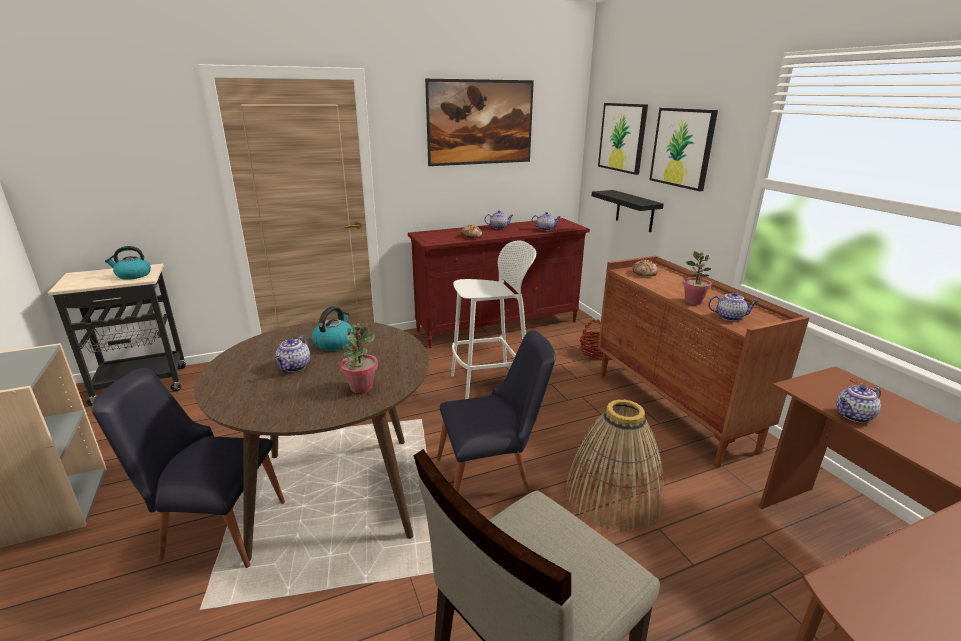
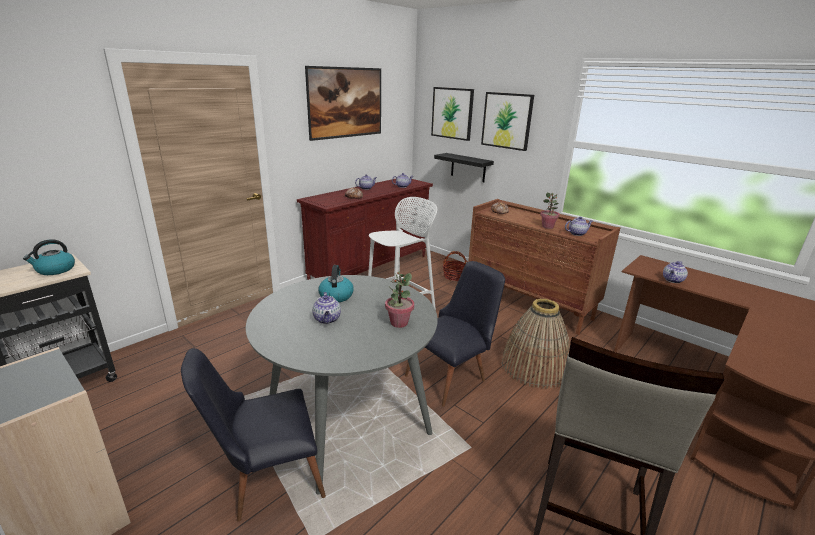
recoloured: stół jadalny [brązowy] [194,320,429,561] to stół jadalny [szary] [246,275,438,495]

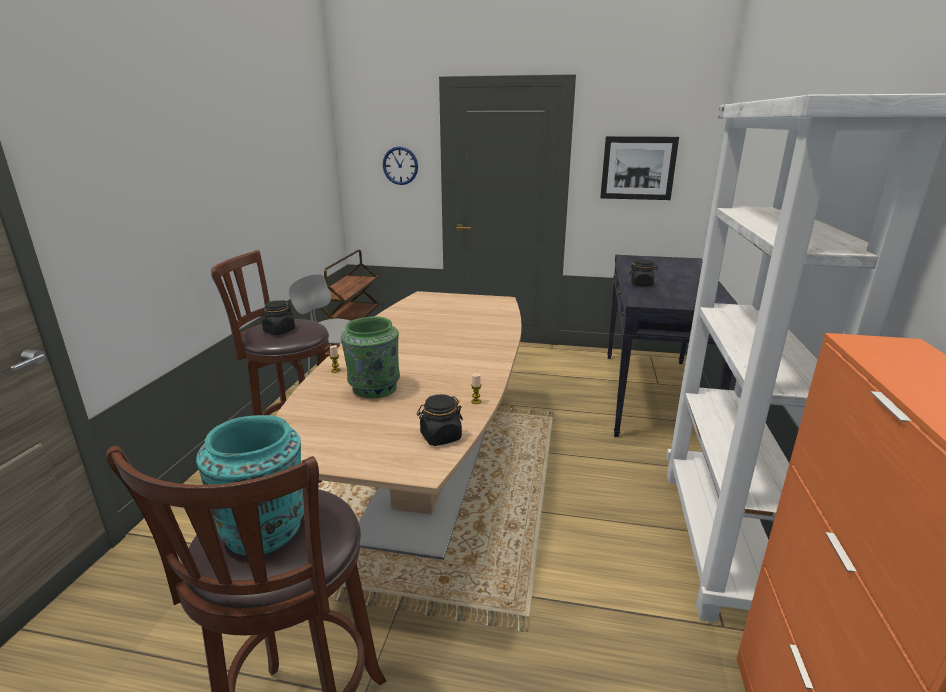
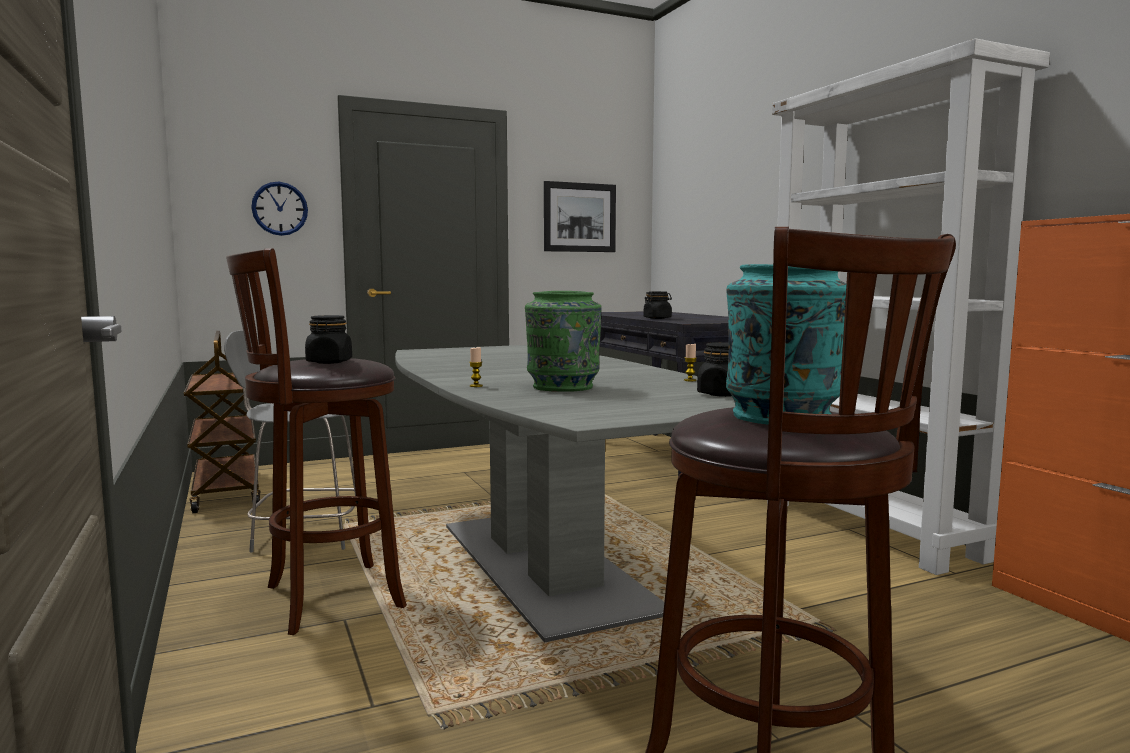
recoloured: stół jadalny [brązowy] [275,291,522,560] to stół jadalny [szary] [395,345,735,643]

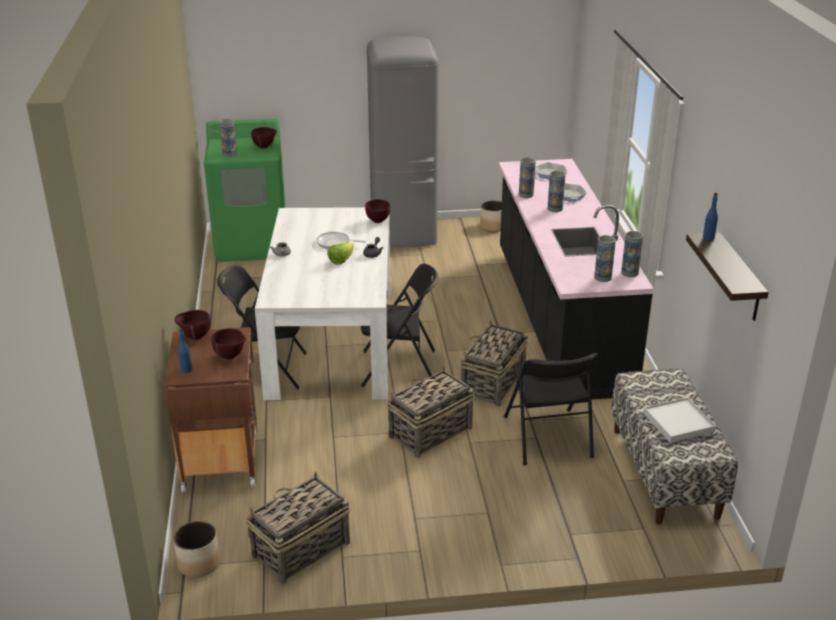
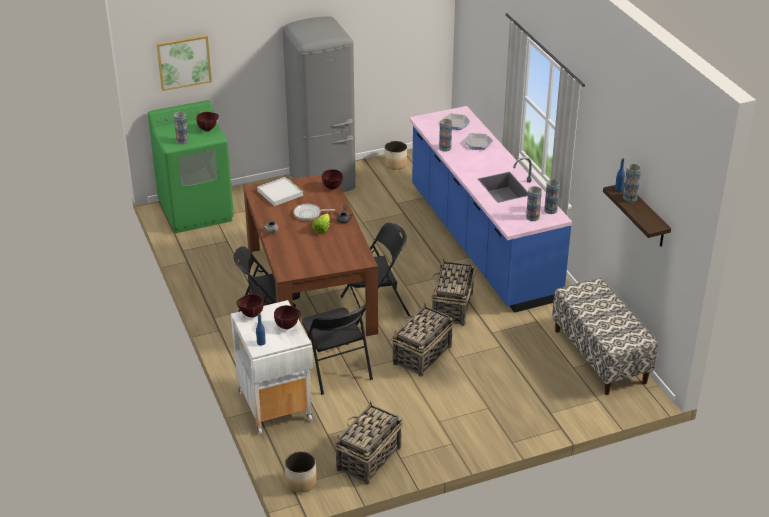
added: obraz [156,35,212,91]
moved: krzesło [czarny] [504,353,598,465] to [302,304,373,395]; wazon [547,171,566,212] to [623,164,641,202]; taca [biały] [643,397,716,443] to [257,177,303,206]
recoloured: wózek [brązowy] [164,327,257,493] to wózek [biały] [231,300,313,434]; stół jadalny [biały] [255,207,390,400] to stół jadalny [brązowy] [243,174,378,336]; zabudowa kuchenna [czarny] [499,159,654,400] to zabudowa kuchenna [niebieski] [409,106,572,313]

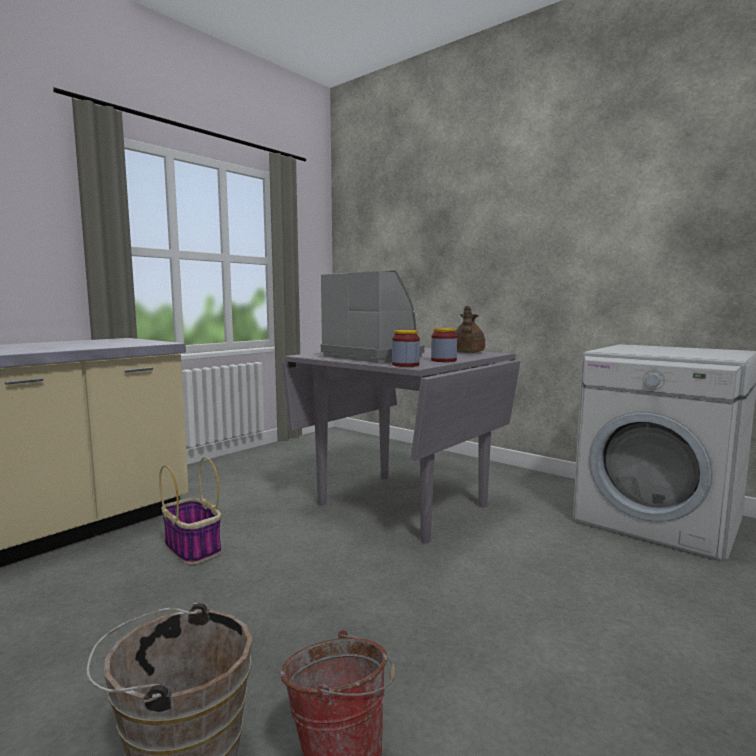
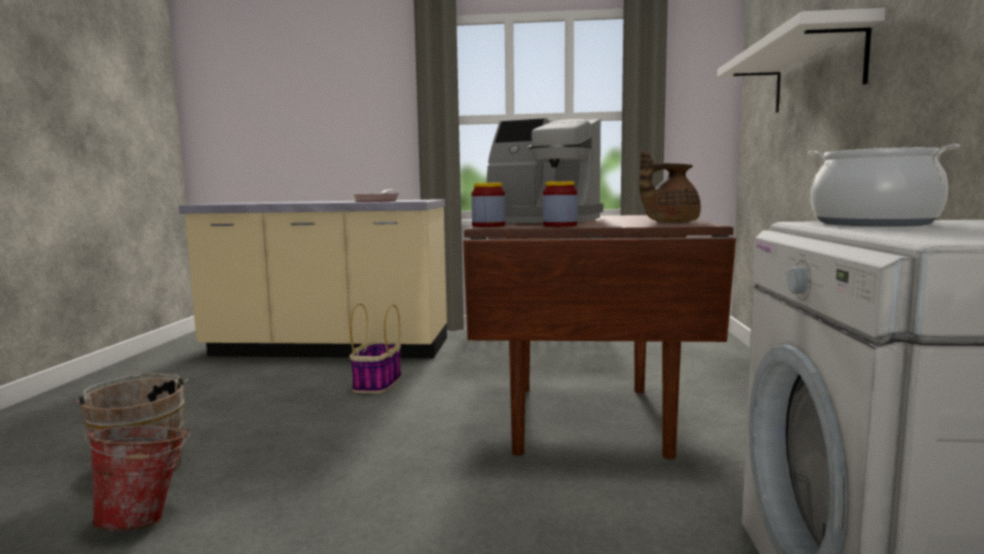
added: patelnia [352,189,399,202]; półka [biały] [717,8,886,113]; garnek [808,144,960,227]
recoloured: stół jadalny [szary] [282,348,520,543] to stół jadalny [brązowy] [463,215,736,459]
turned: ekspres do kawy [321,271,424,363] = [487,118,603,223] 105 degrees clockwise

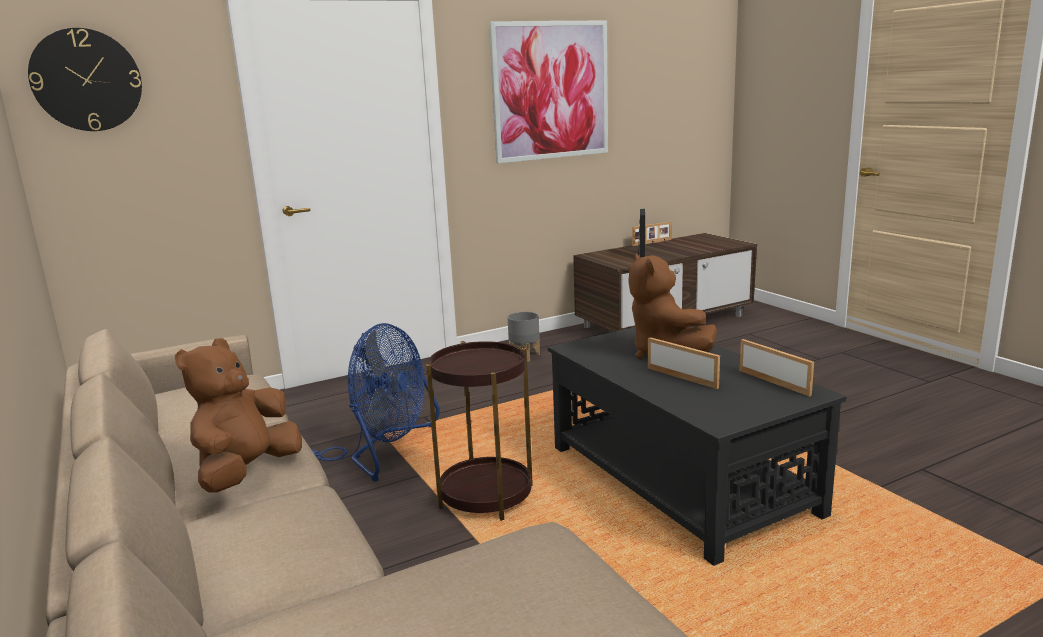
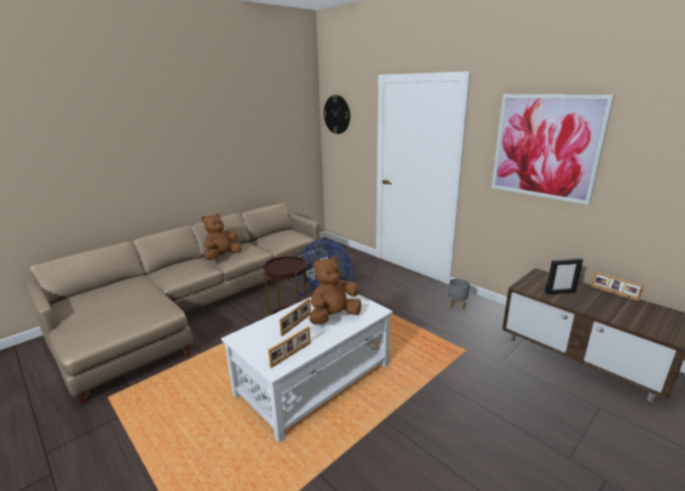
recoloured: ława [czarny] [548,327,847,566] to ława [biały] [221,292,393,443]
turned: pluszak [brązowy] [175,338,302,493] = [202,214,241,260] 60 degrees counterclockwise

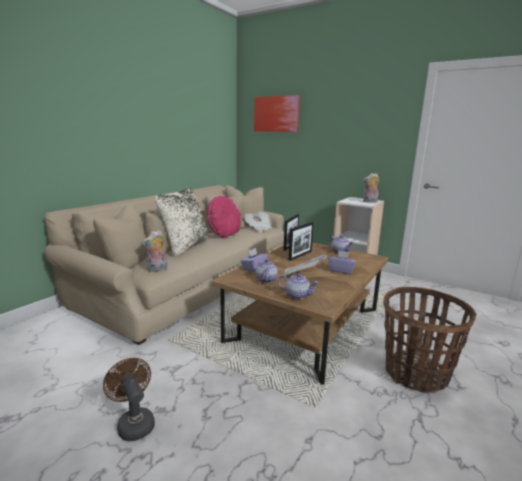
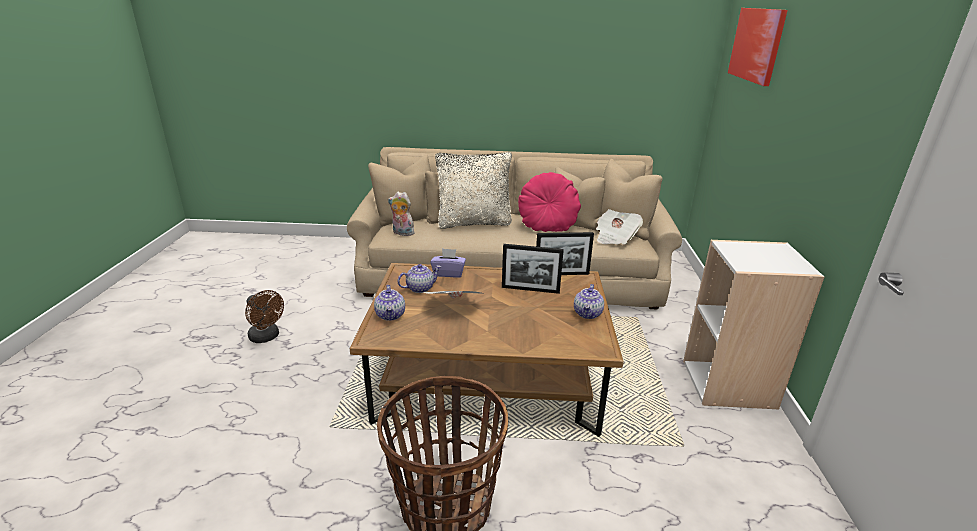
removed: pudełko chusteczek [fioletowy] [328,250,356,274]; pluszak [363,173,379,203]
turned: wentylator [brązowy] [103,358,155,441] = [245,290,284,343] 105 degrees clockwise

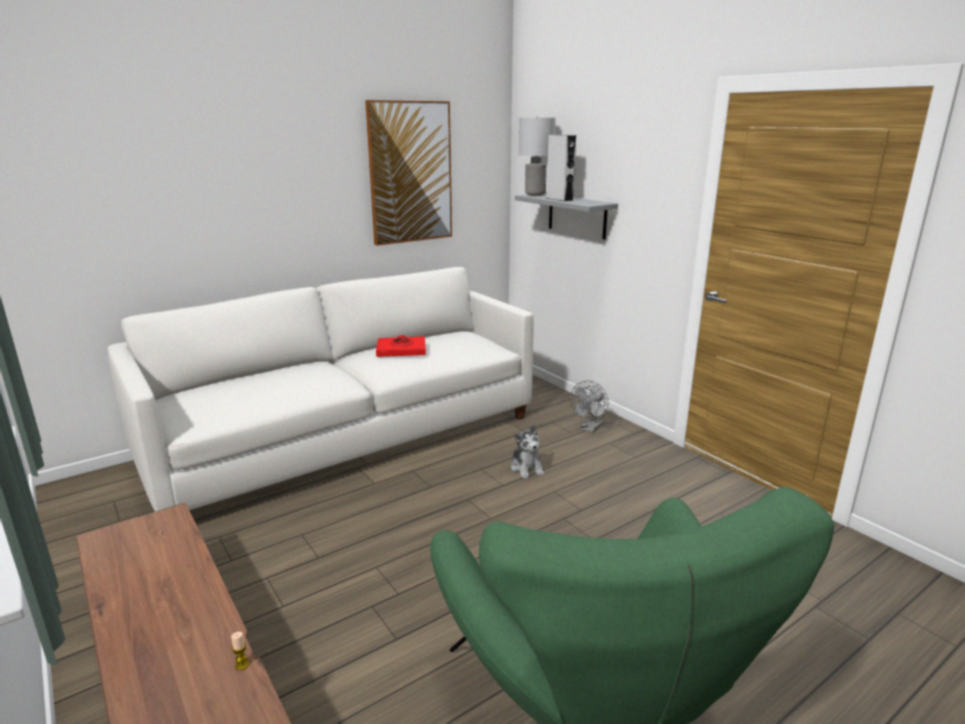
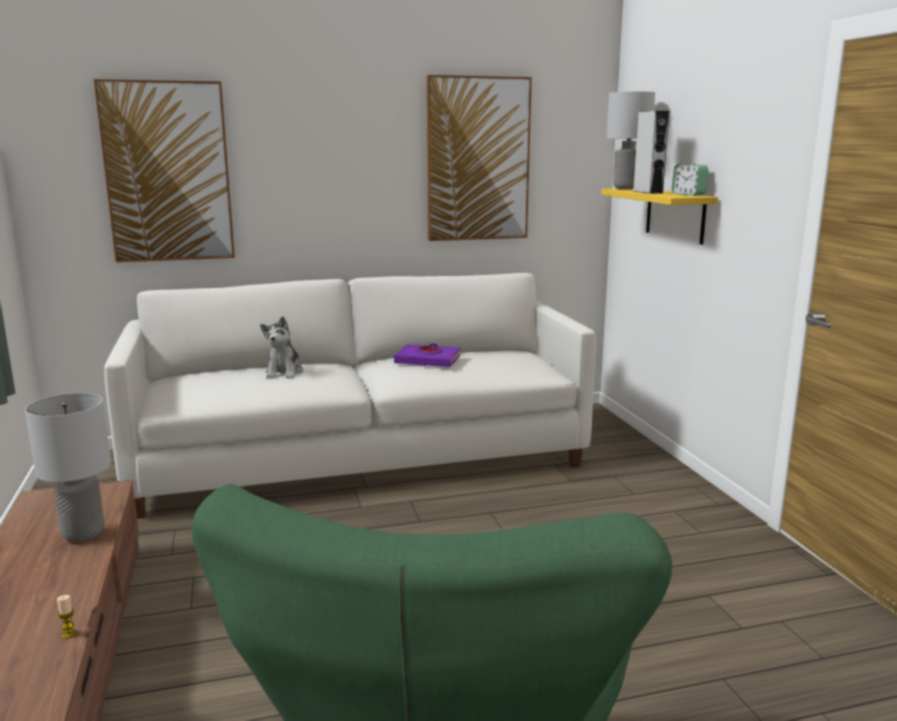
removed: wentylator [szary] [570,381,609,433]
added: lampa stołowa [szary] [25,393,111,542]; obraz [94,79,235,262]; budzik [672,164,709,196]
moved: pluszak [511,425,544,479] to [260,316,303,379]
recoloured: książka [czerwony] [376,335,426,357] to książka [fioletowy] [394,343,460,367]; półka [szary] [515,194,618,240] to półka [żółty] [601,188,718,245]

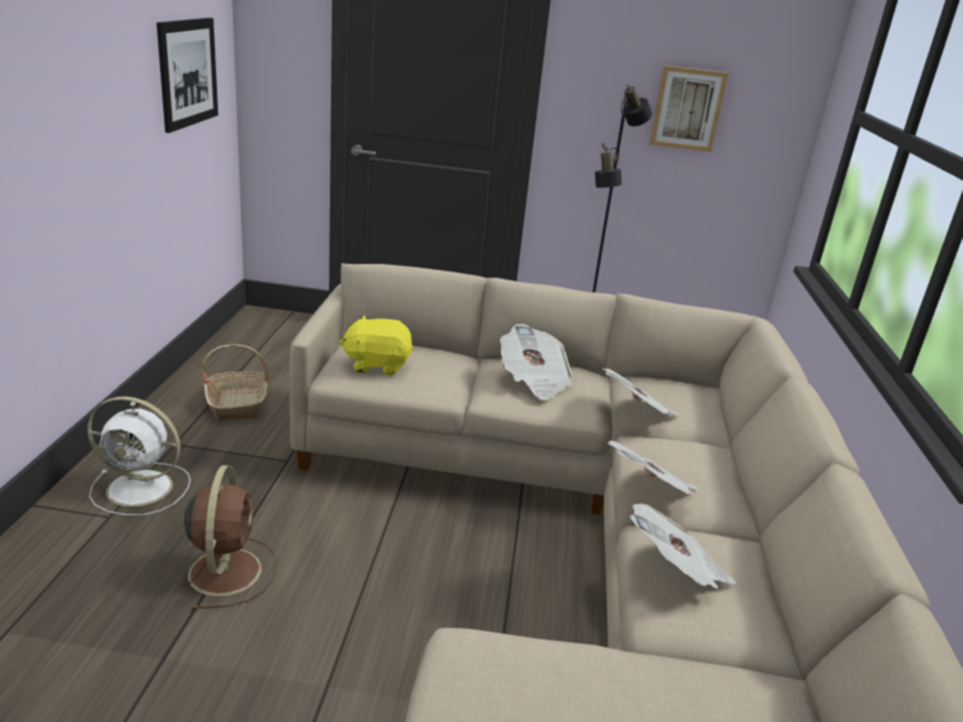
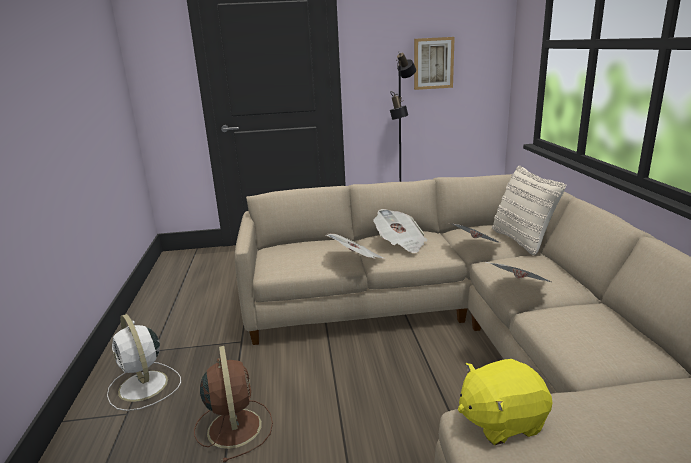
removed: obraz [157,18,218,133]; koszyk [201,344,269,419]
added: poduszka [beżowy] [492,166,566,255]
moved: pluszak [żółty] [339,315,414,375] to [458,359,552,445]; gazeta [629,504,736,589] to [326,234,385,259]
turned: wentylator [biały] [87,396,191,516] = [107,314,181,411] 60 degrees clockwise

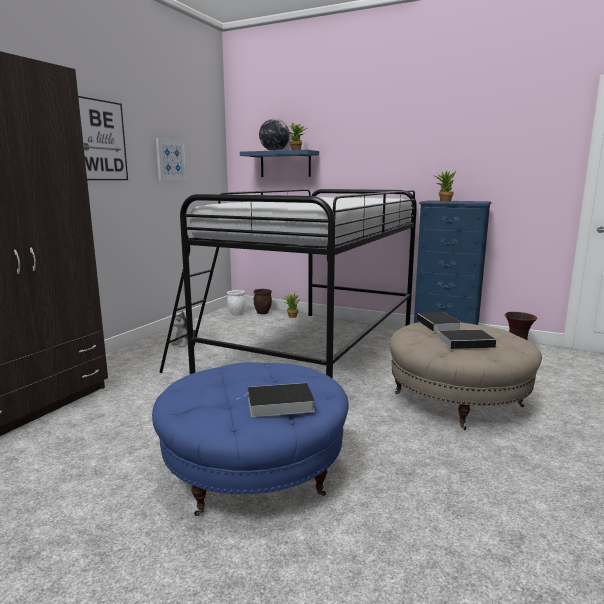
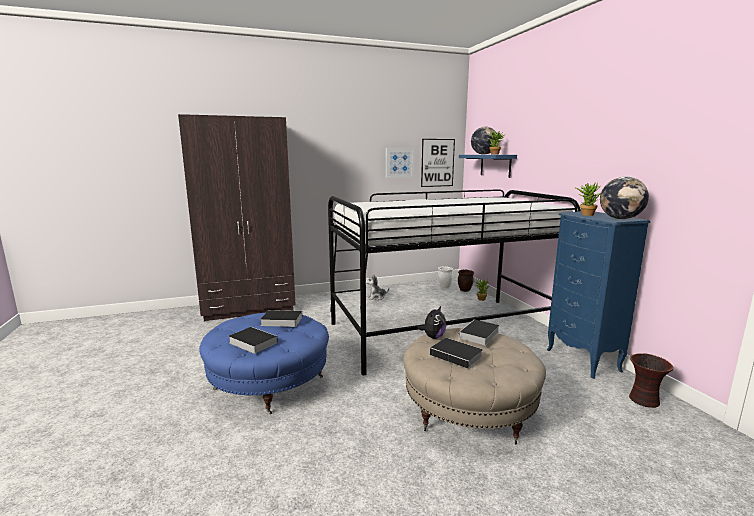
added: książka [260,310,302,327]; pluszak [417,306,446,339]; globus [600,177,649,219]
moved: obraz [78,96,128,180] to [421,139,455,187]

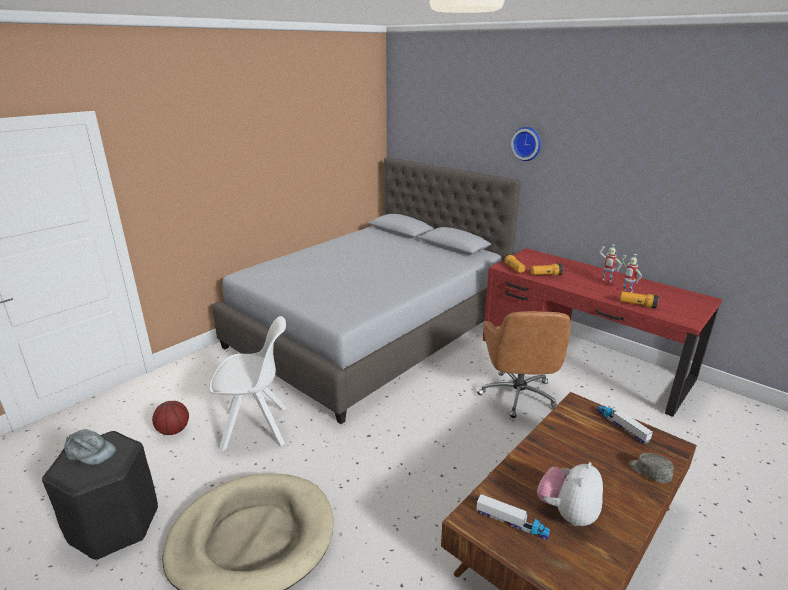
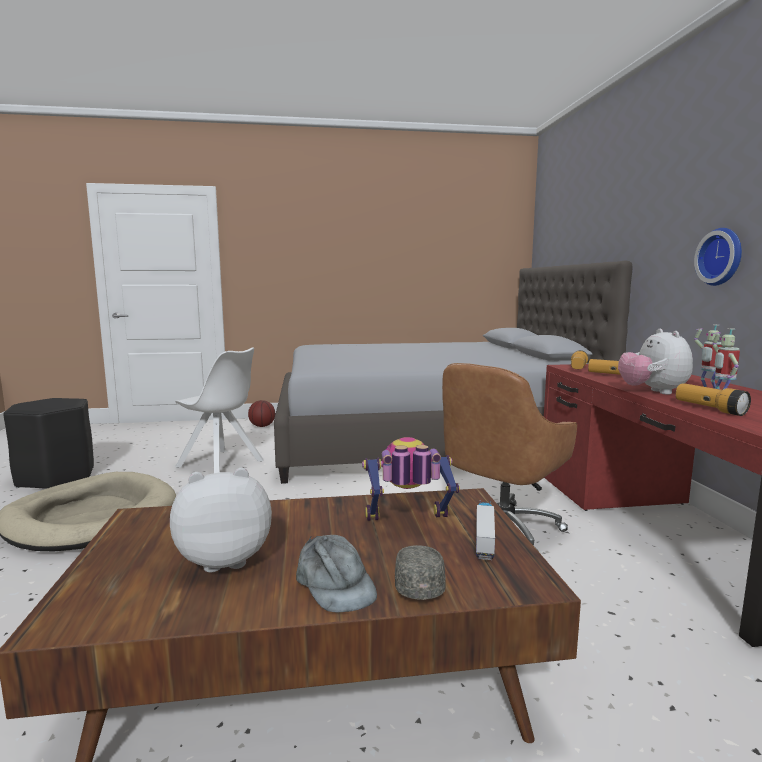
removed: ciężarówka zabawkowa [476,494,550,540]
added: robot zabawkowy [362,437,460,521]; pluszak [618,329,693,395]
moved: czapka z daszkiem [szary] [64,429,116,465] to [296,535,377,612]; piłka do koszykówki [152,401,189,435] to [248,400,275,427]; zegar ścienny [511,127,541,161] to [694,228,742,286]

